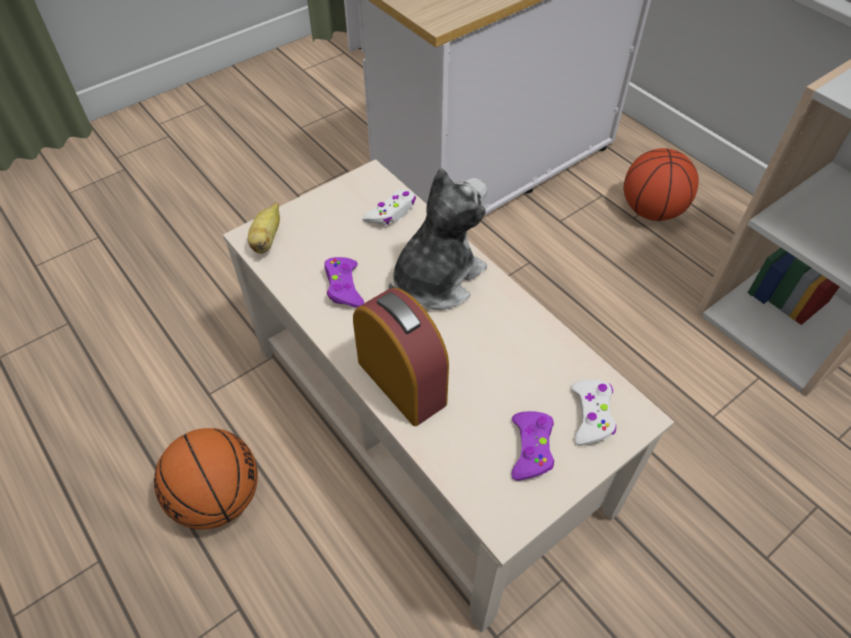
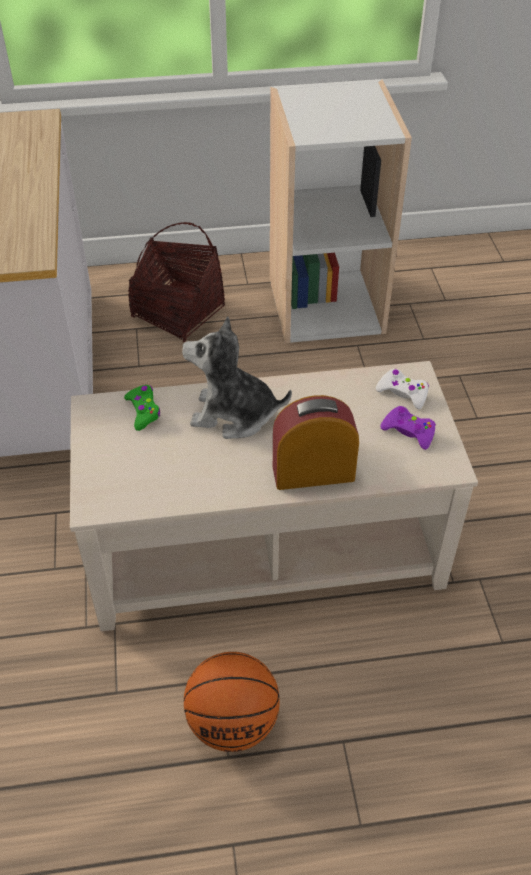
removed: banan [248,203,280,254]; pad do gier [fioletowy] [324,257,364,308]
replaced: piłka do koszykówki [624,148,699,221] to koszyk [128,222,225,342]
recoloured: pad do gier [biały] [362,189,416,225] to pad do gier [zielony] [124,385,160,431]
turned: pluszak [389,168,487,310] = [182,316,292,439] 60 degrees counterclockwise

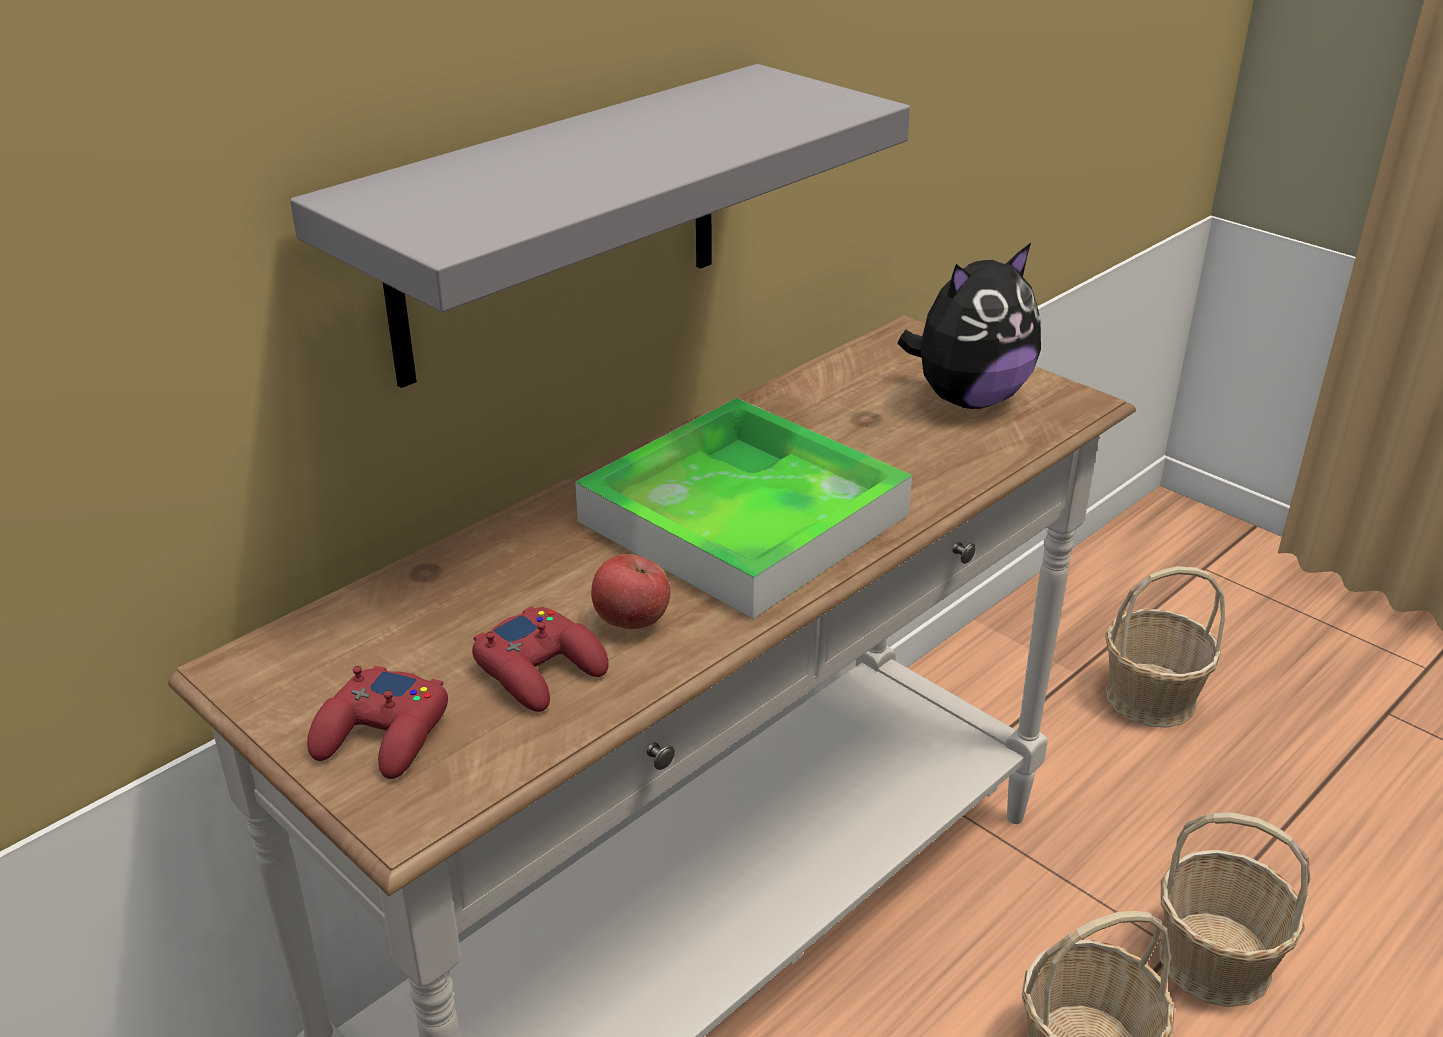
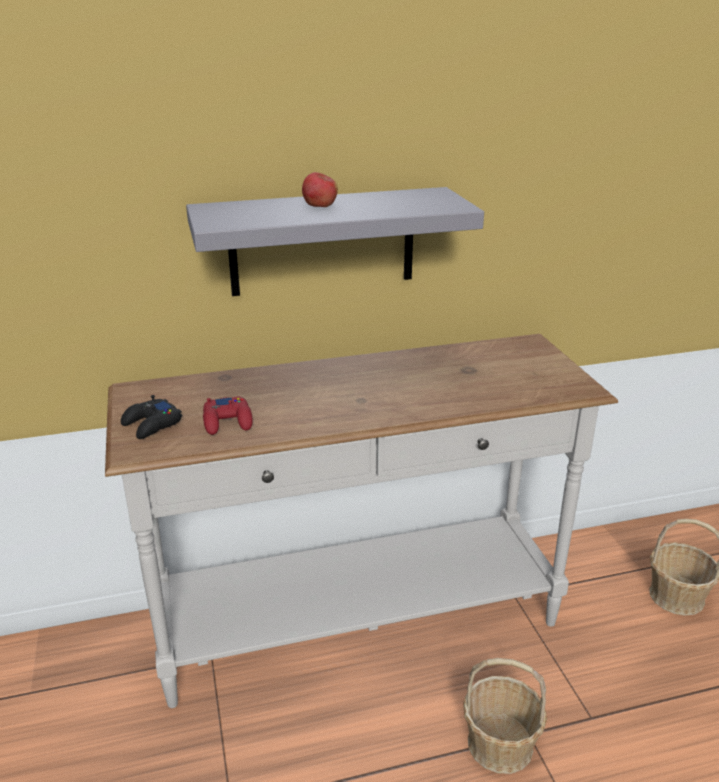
removed: taca [575,398,912,619]; pluszak [898,243,1041,409]; koszyk [1160,812,1310,1007]
moved: jabłko [591,554,671,629] to [302,172,338,207]
recoloured: pad do gier [czerwony] [307,666,448,779] to pad do gier [czarny] [121,395,182,439]

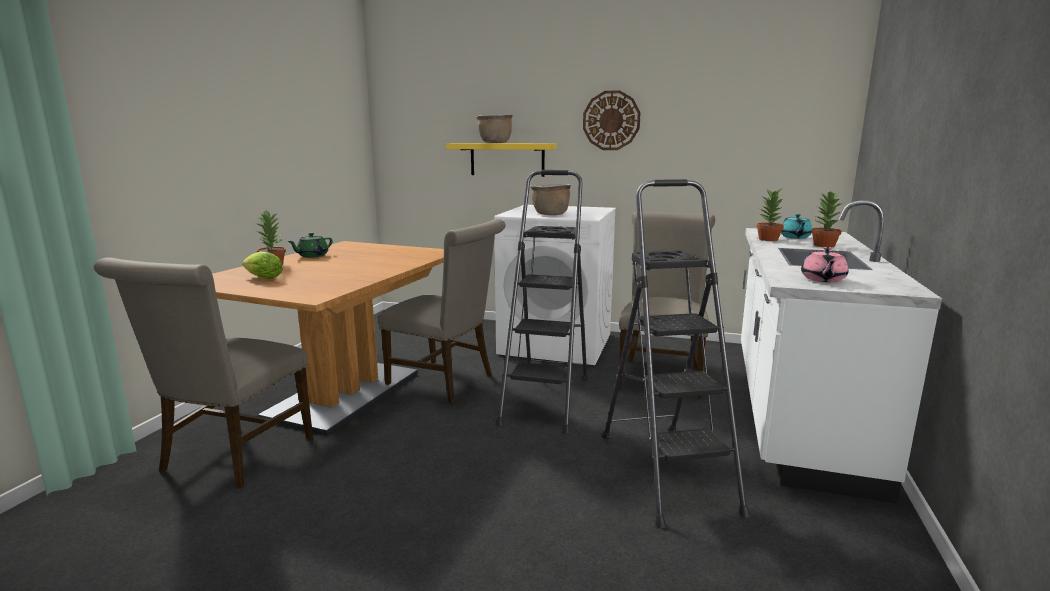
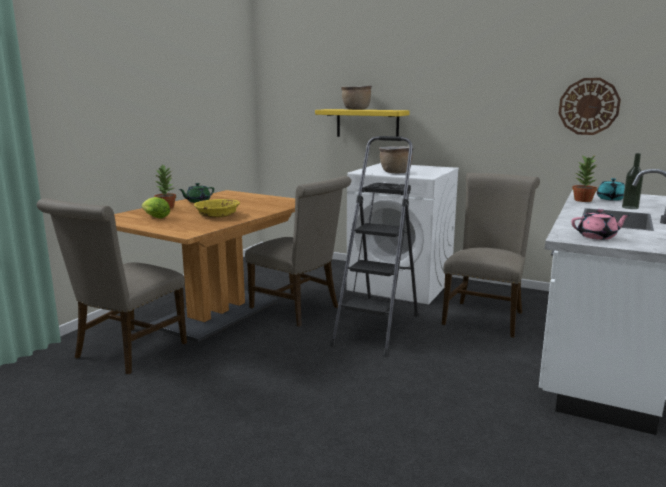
removed: drabinka [601,179,751,528]
added: miska [żółty] [194,199,240,218]
moved: zegar ścienny [583,90,641,150] to [559,78,621,135]
replaced: roślina doniczkowa [811,191,843,247] to butelka [622,153,643,209]
turned: imbryk [różowy] [801,247,848,282] = [571,209,630,240] 120 degrees counterclockwise

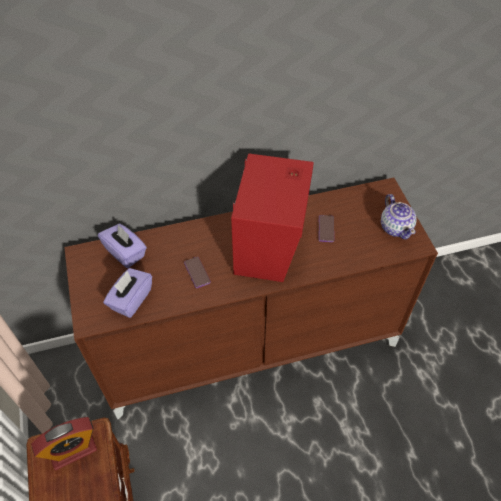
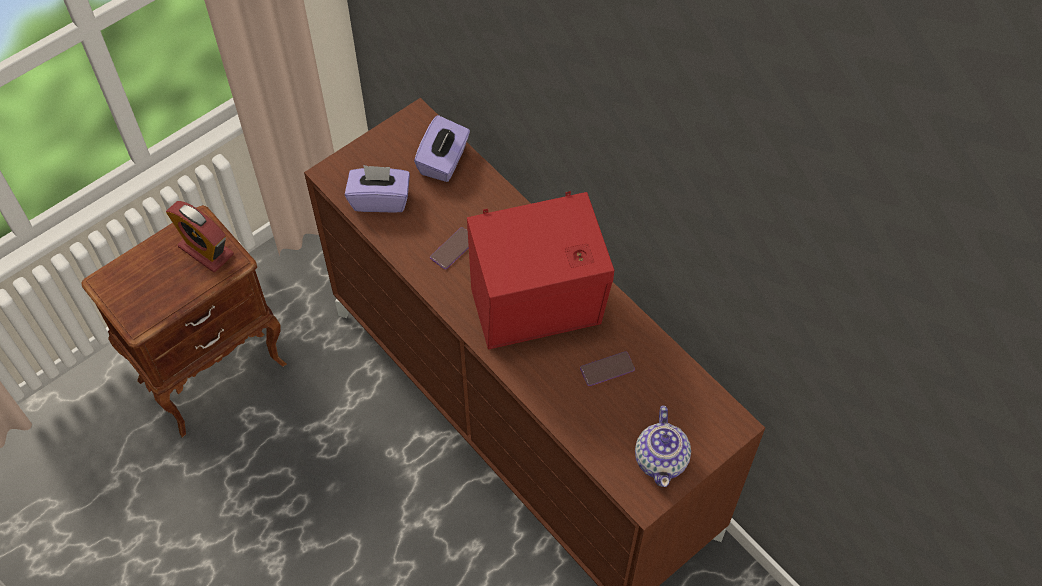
turned: imbryk [381,194,417,239] = [635,406,691,487] 45 degrees counterclockwise

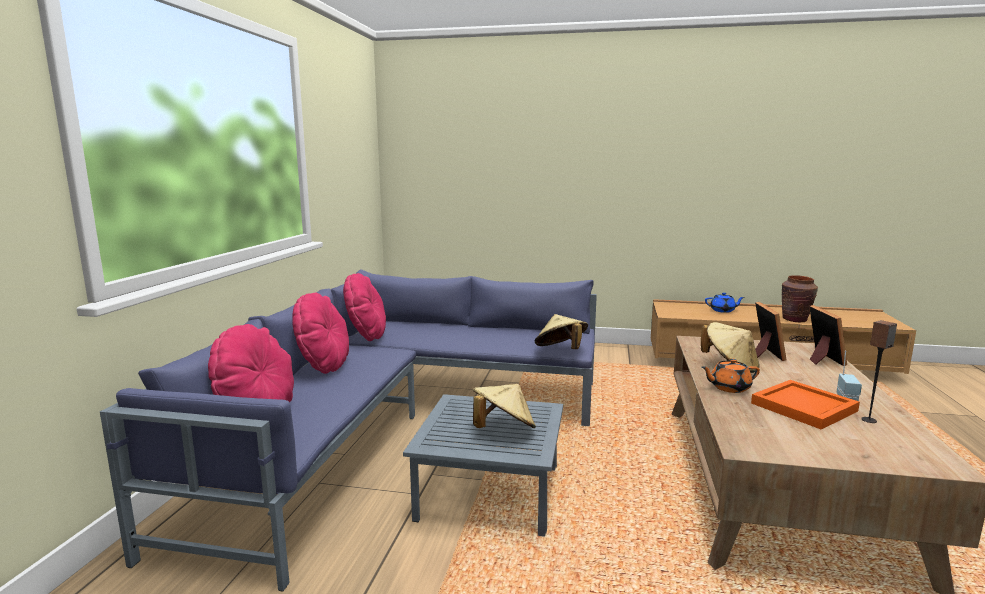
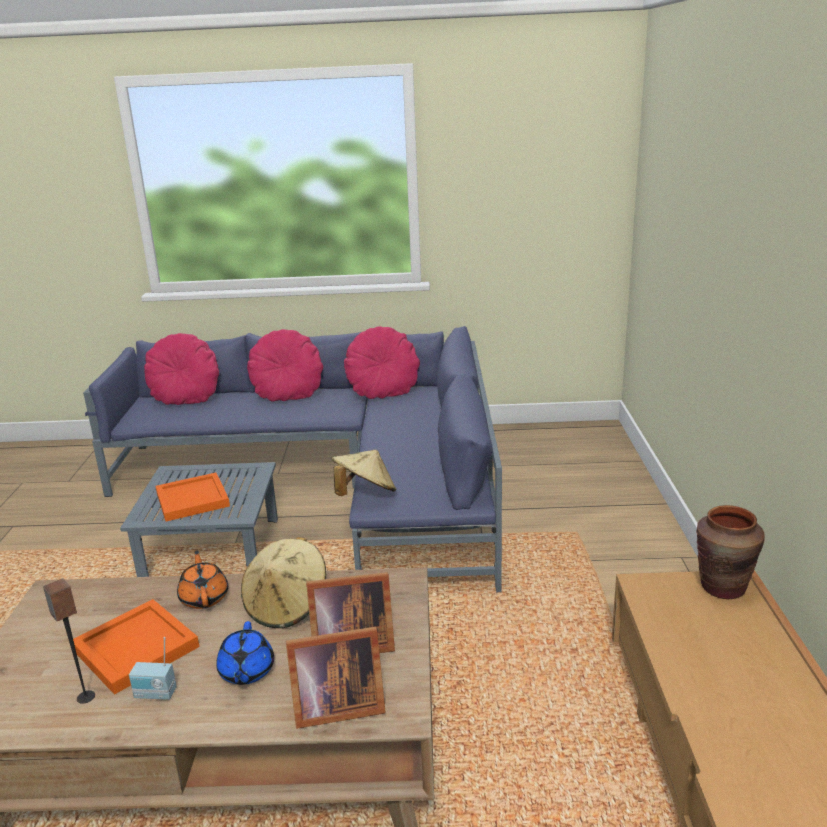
moved: imbryk [niebieski] [705,292,744,313] to [216,621,274,685]; wazon [brązowy] [782,275,818,322] to [696,505,765,599]
replaced: kapelusz [beżowy] [473,384,536,428] to taca [pomarańczowy] [156,473,230,521]

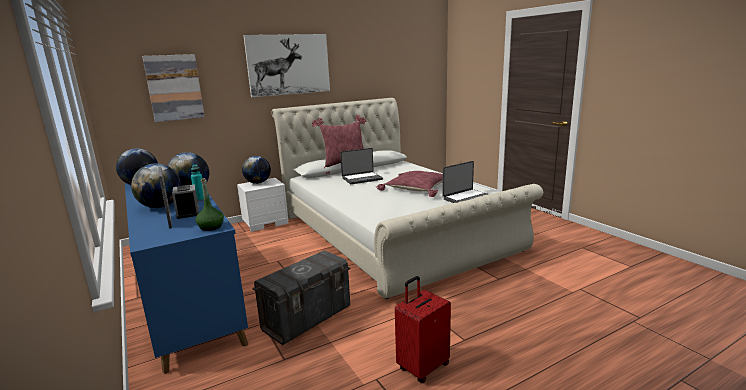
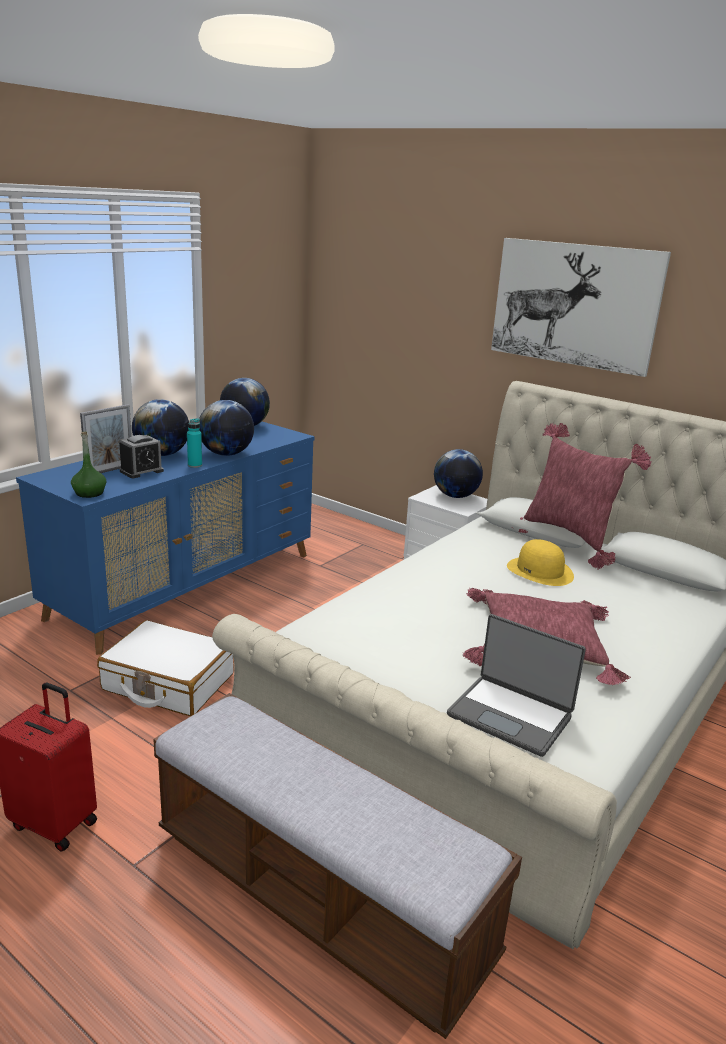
removed: obraz [142,54,205,122]
added: ławka [153,693,522,1039]
replaced: pojemnik do przechowywania [szary] [252,251,350,345] to walizka [biały] [97,620,234,716]; laptop [340,148,383,184] to kapelusz [żółty] [507,539,574,586]

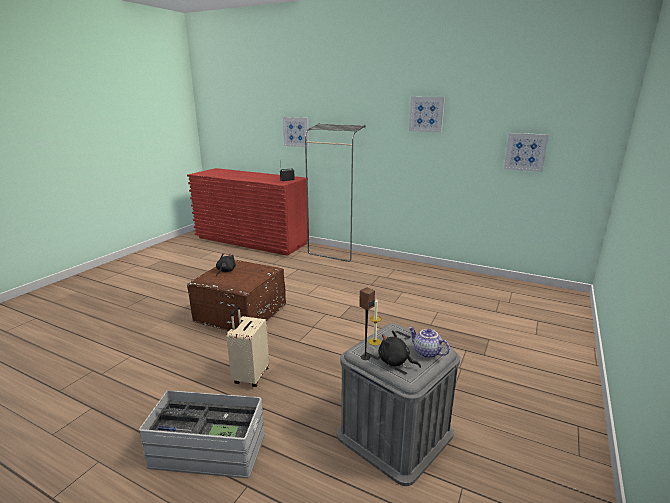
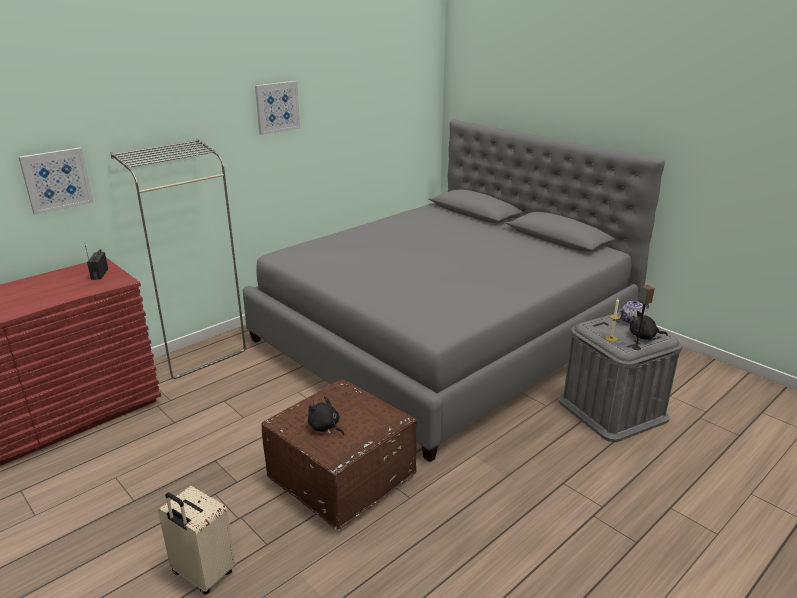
removed: pojemnik do przechowywania [szary] [139,390,265,478]; obraz [504,133,549,172]
added: łóżko [szary] [243,119,665,462]
moved: walizka [beżowy] [226,306,269,387] to [158,486,236,595]
turned: pluszak [czarny] [379,330,421,368] = [629,311,668,340] 45 degrees clockwise

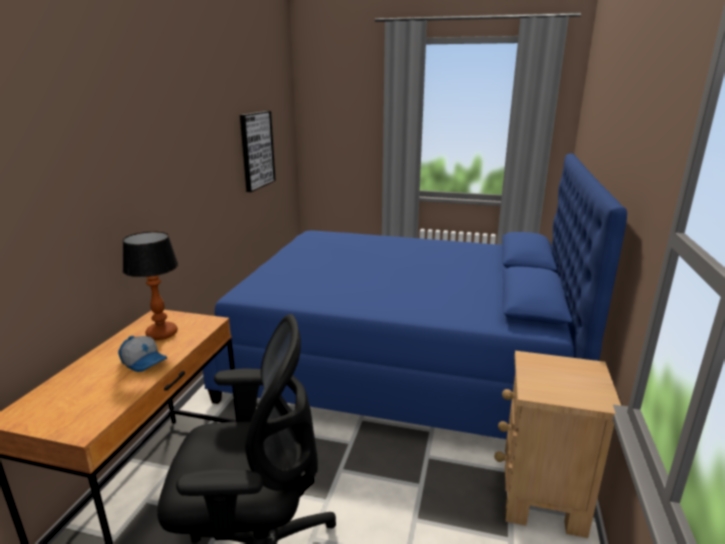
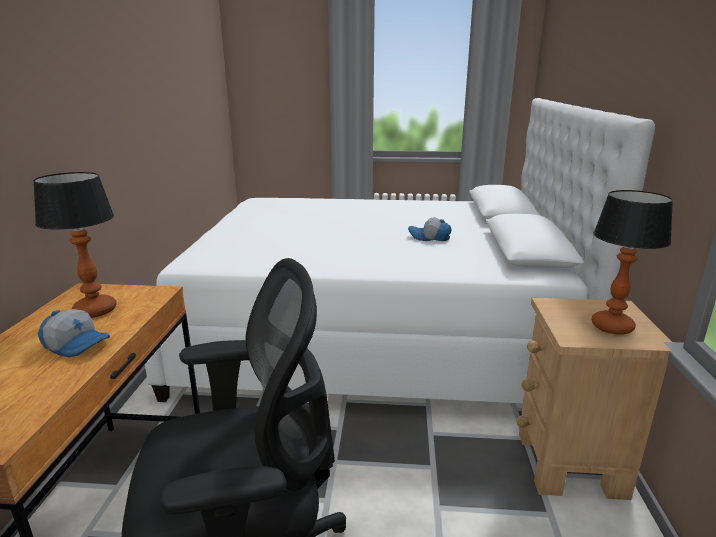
removed: obraz [240,111,276,192]
added: czapka z daszkiem [408,217,452,241]; lampa stołowa [591,190,673,335]
recoloured: łóżko [niebieski] [203,153,627,439] to łóżko [biały] [145,98,655,404]

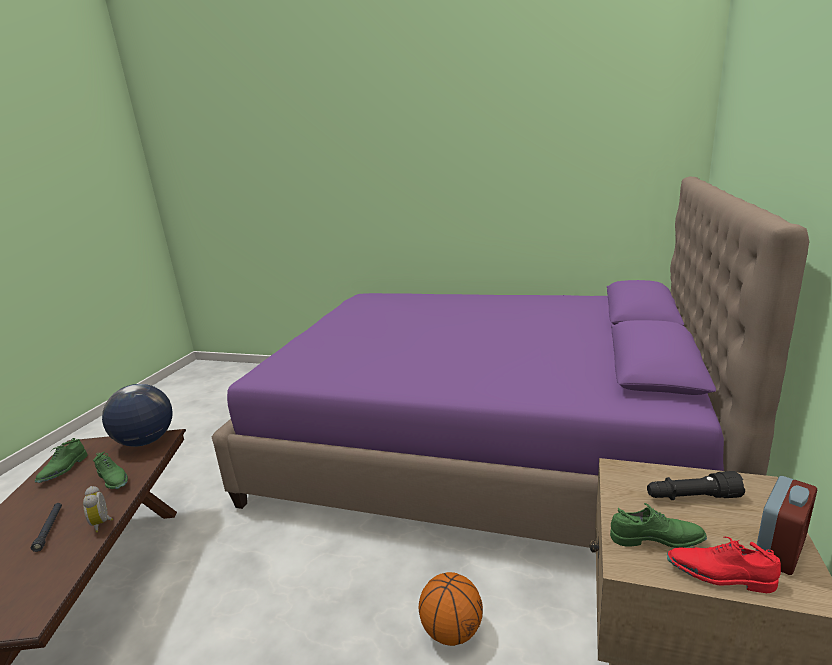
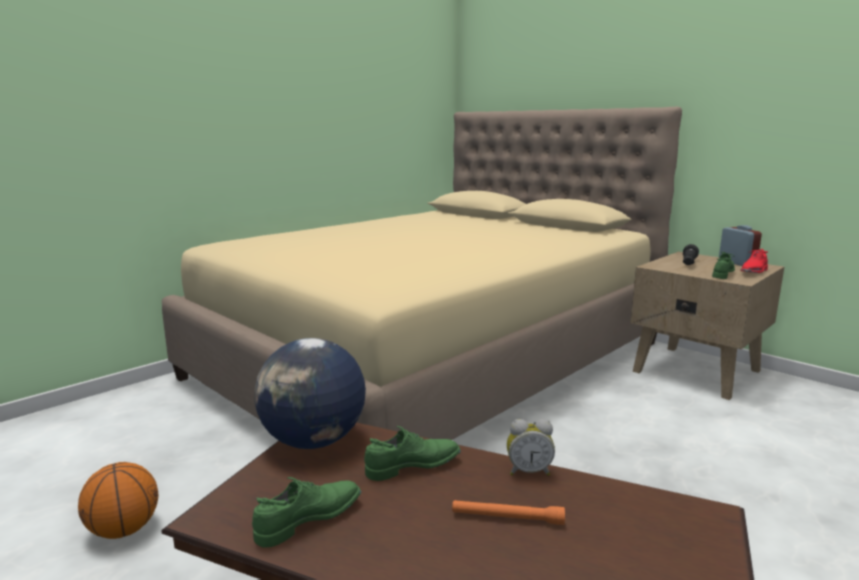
moved: piłka do koszykówki [419,572,483,646] to [78,462,158,539]
recoloured: latarka [czarny] [31,503,62,552] to latarka [pomarańczowy] [452,500,565,525]; łóżko [fioletowy] [212,177,809,548] to łóżko [beżowy] [162,107,682,440]
turned: but [zielony] [35,438,88,483] = [252,477,361,548] 75 degrees counterclockwise

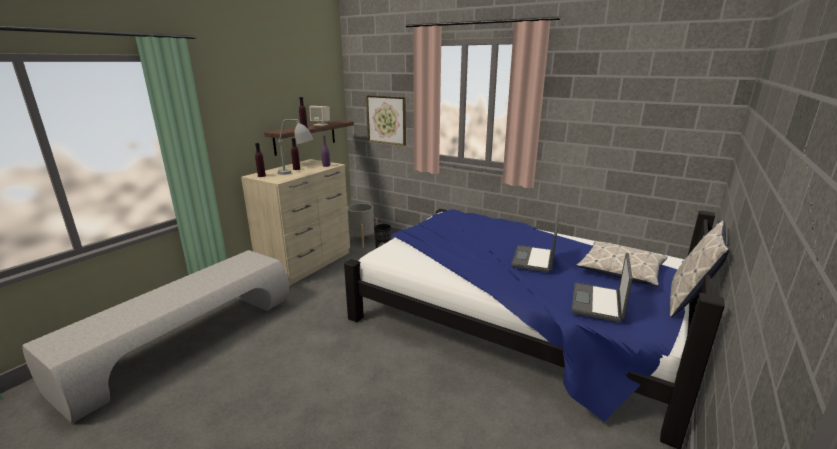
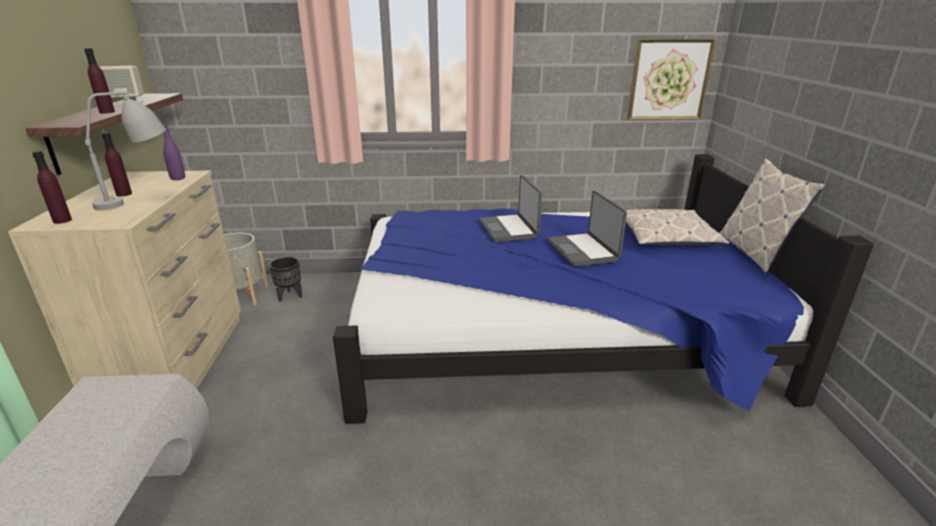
moved: obraz [366,95,406,146] to [627,39,715,120]; laptop [572,253,633,323] to [479,175,542,242]

